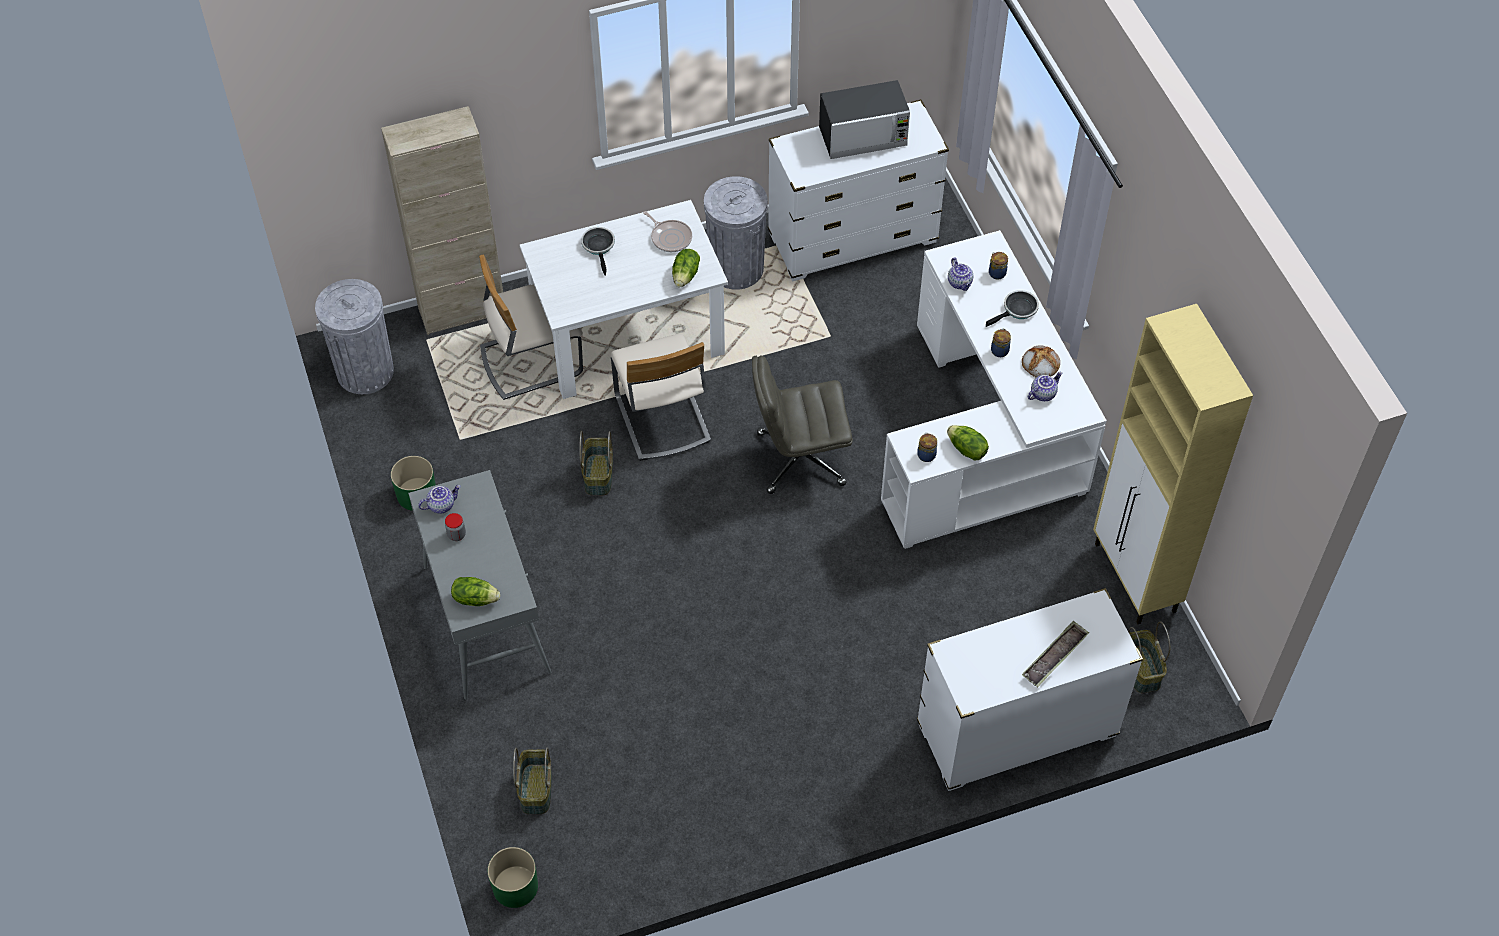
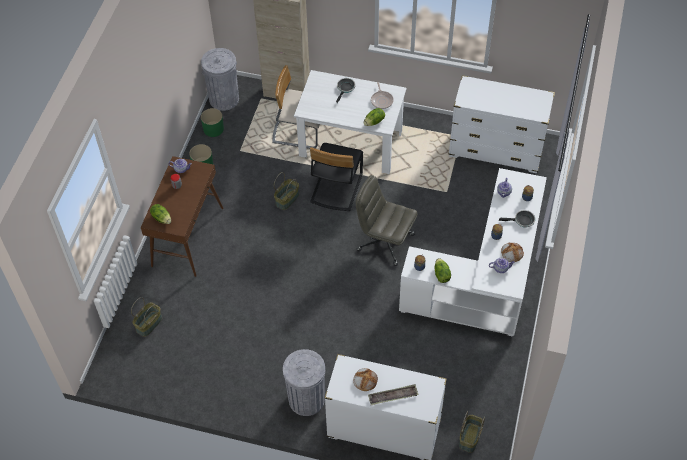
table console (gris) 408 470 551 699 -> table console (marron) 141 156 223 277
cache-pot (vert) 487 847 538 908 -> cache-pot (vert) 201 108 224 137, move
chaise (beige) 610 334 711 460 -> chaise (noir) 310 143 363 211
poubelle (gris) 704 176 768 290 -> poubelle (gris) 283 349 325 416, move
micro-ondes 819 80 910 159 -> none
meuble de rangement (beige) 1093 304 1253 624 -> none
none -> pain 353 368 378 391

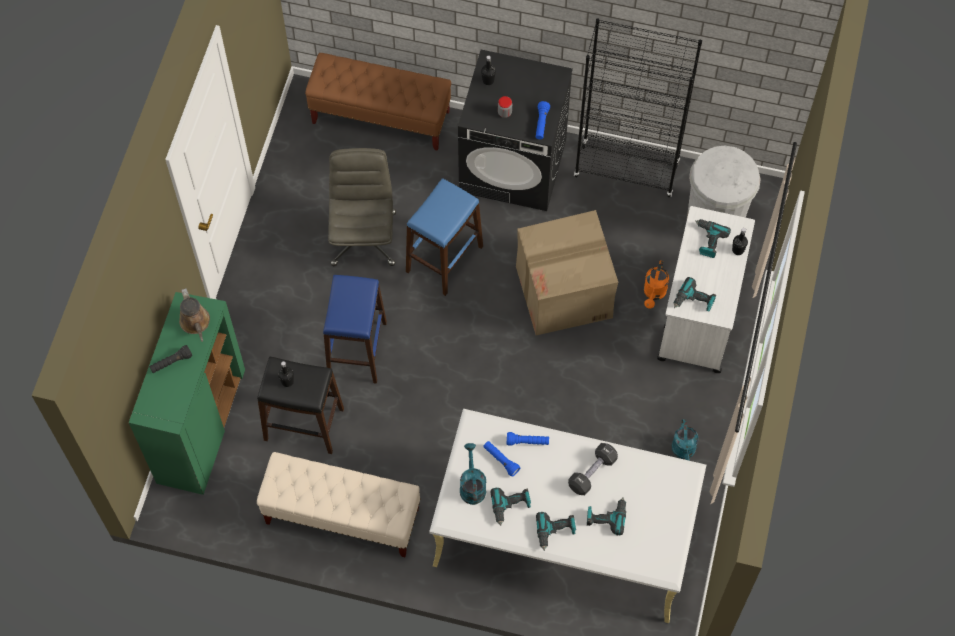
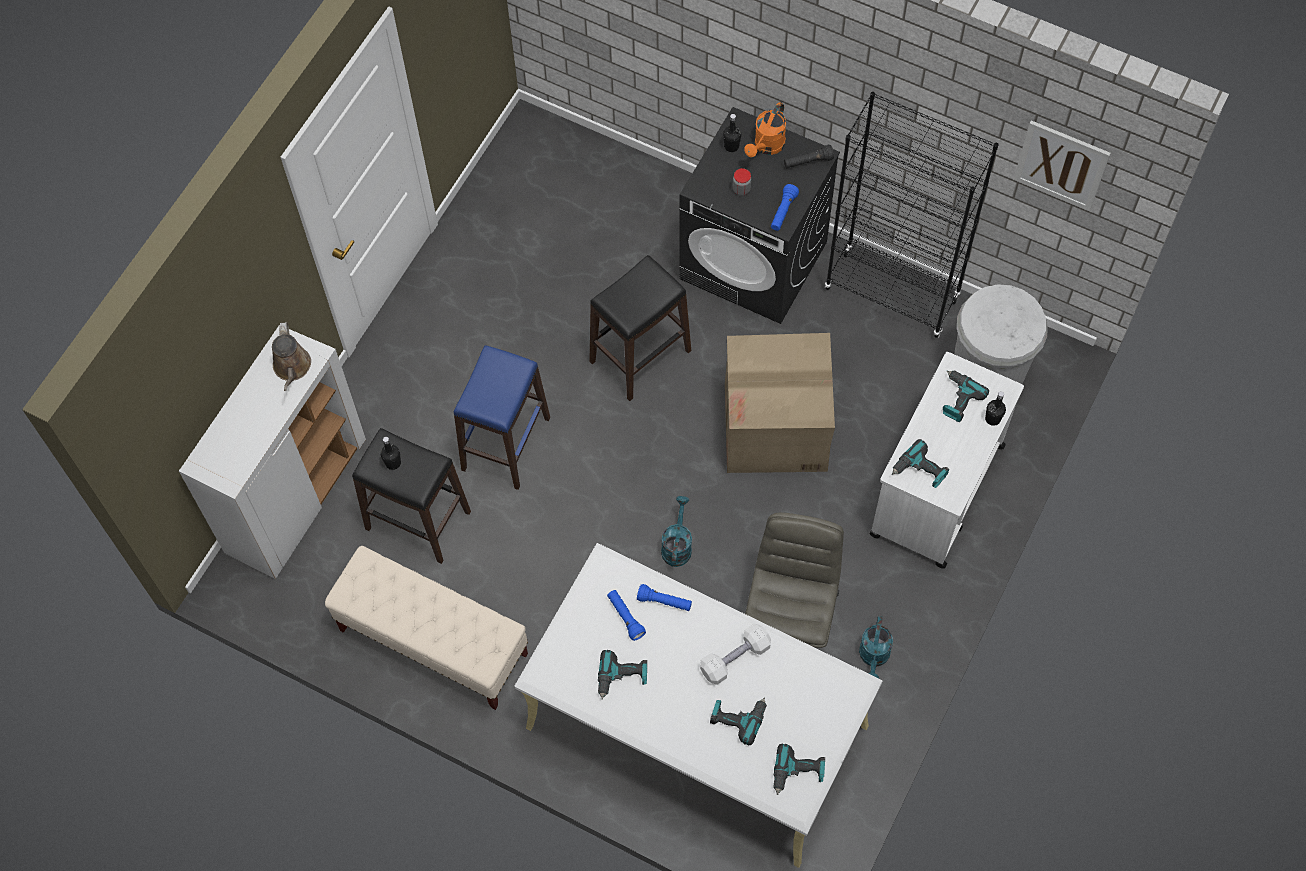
meuble de rangement (vert) 129 292 245 495 -> meuble de rangement (blanc) 179 325 366 579
lampe de poche (noir) 149 345 192 373 -> lampe de poche (noir) 784 145 834 168, move
banc (marron) 305 53 451 151 -> none
chaise de bureau (gris) 328 148 396 266 -> chaise de bureau (gris) 745 513 844 648, move
tabouret (bleu) 406 178 483 296 -> tabouret (noir) 589 255 691 401
arrosoir (turquoise) 460 443 486 505 -> arrosoir (turquoise) 661 496 692 567, move
perceuse 536 512 576 551 -> perceuse 773 744 825 795, move
haltère (noir) 568 443 618 495 -> haltère (blanc) 700 623 771 685
arrosoir (orange) 644 261 669 309 -> arrosoir (orange) 744 102 786 157, move
none -> tableau 1014 120 1110 211

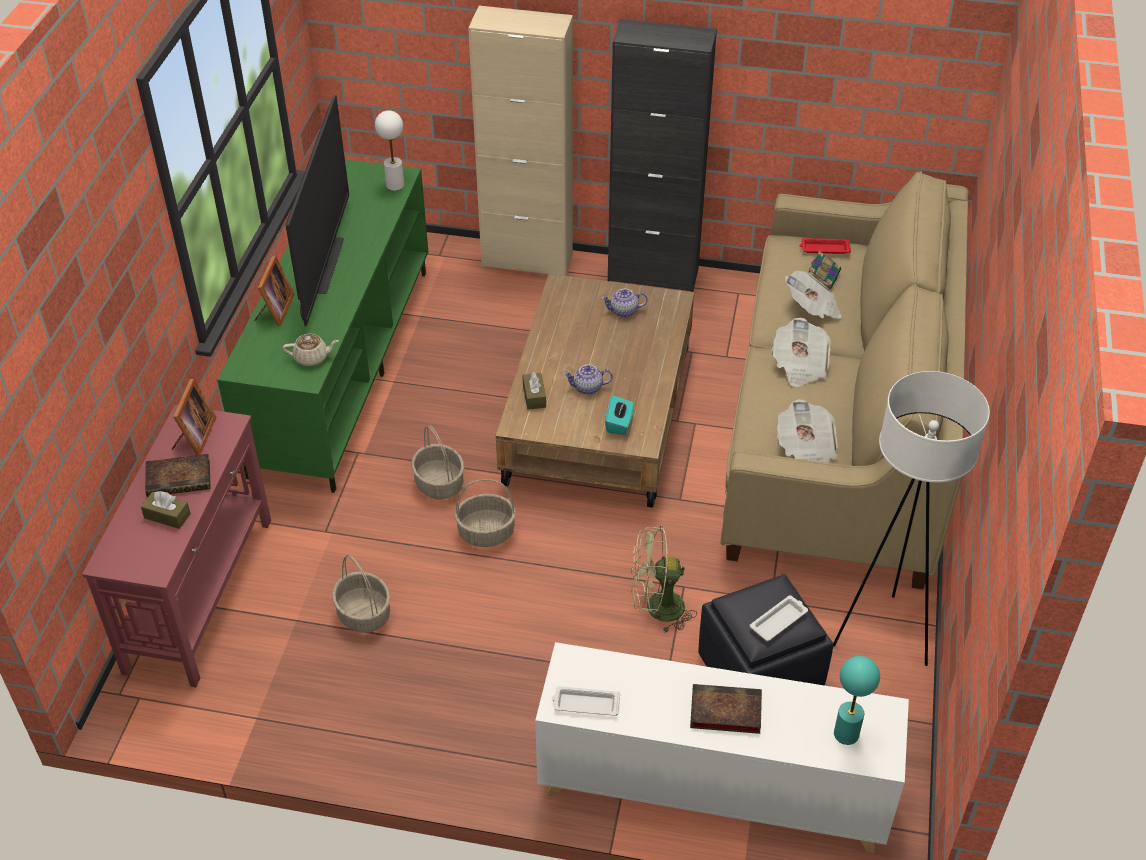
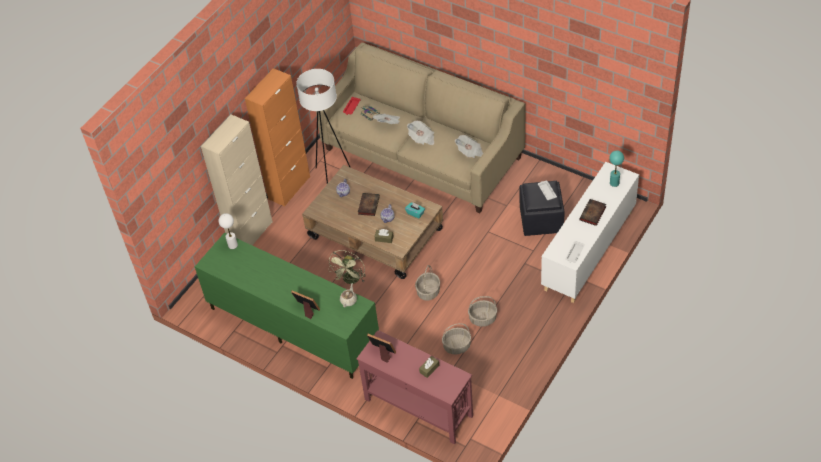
livre 145 454 210 497 -> livre 358 193 380 216, move
téléviseur 286 95 349 326 -> none
panier 412 425 464 499 -> panier 468 296 497 327, move
meuble de rangement (noir) 608 19 717 292 -> meuble de rangement (orange) 245 68 310 206
ventilateur (vert) 631 526 697 634 -> ventilateur (vert) 328 250 366 284, move
lampadaire (blanc) 833 371 990 666 -> lampadaire (blanc) 296 69 351 184, move

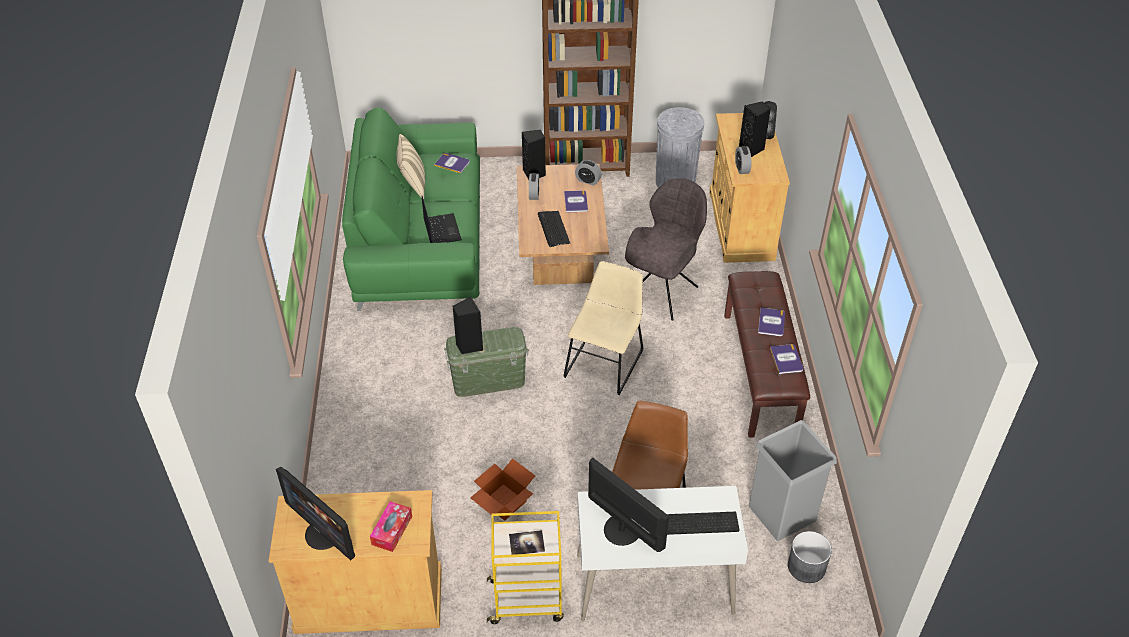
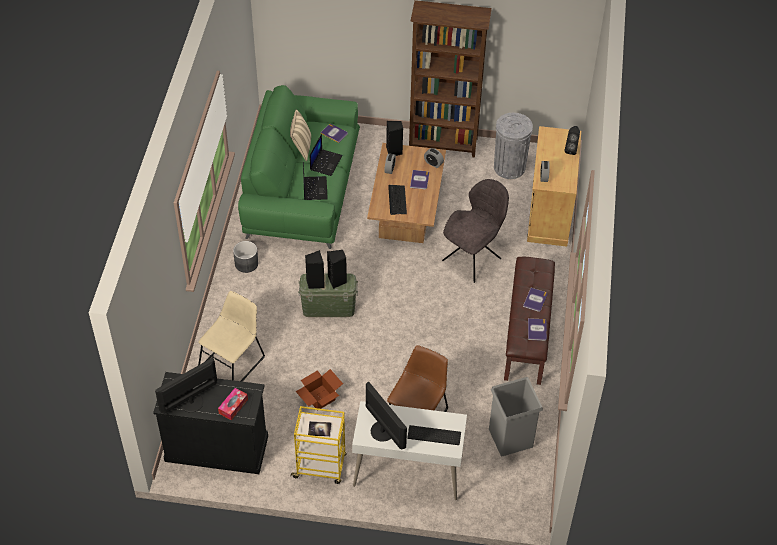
meuble de rangement (beige) 269 490 442 634 -> meuble de rangement (noir) 153 372 268 474
écran d'ordinateur 276 466 355 560 -> écran d'ordinateur 155 358 217 414, 90 degrees clockwise
chaise (beige) 563 261 644 395 -> chaise (beige) 198 291 265 382, move
enceinte (noir) 739 102 771 157 -> enceinte (noir) 327 250 347 289, move
cache-pot (gris) 788 531 832 583 -> cache-pot (gris) 233 241 258 273, move
none -> ordinateur portable 310 134 342 176

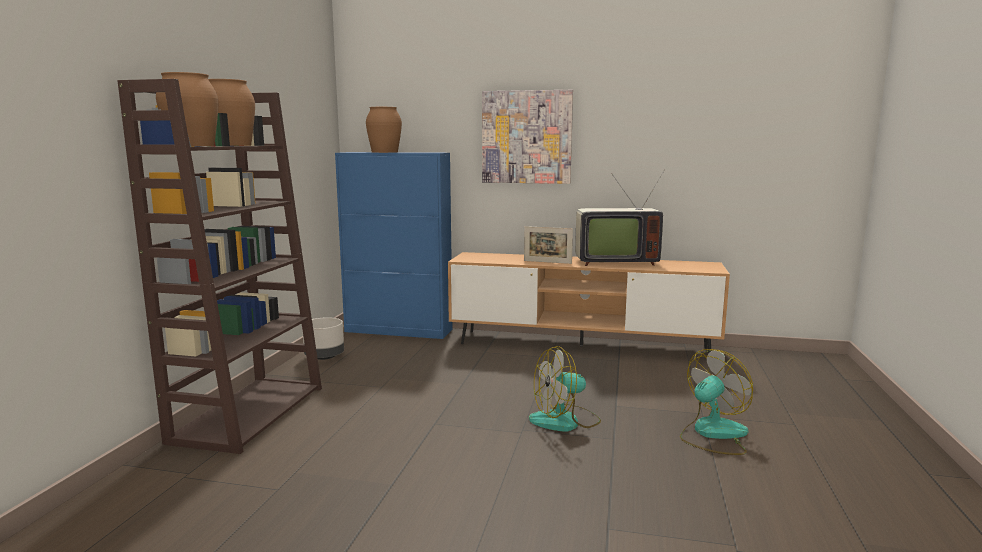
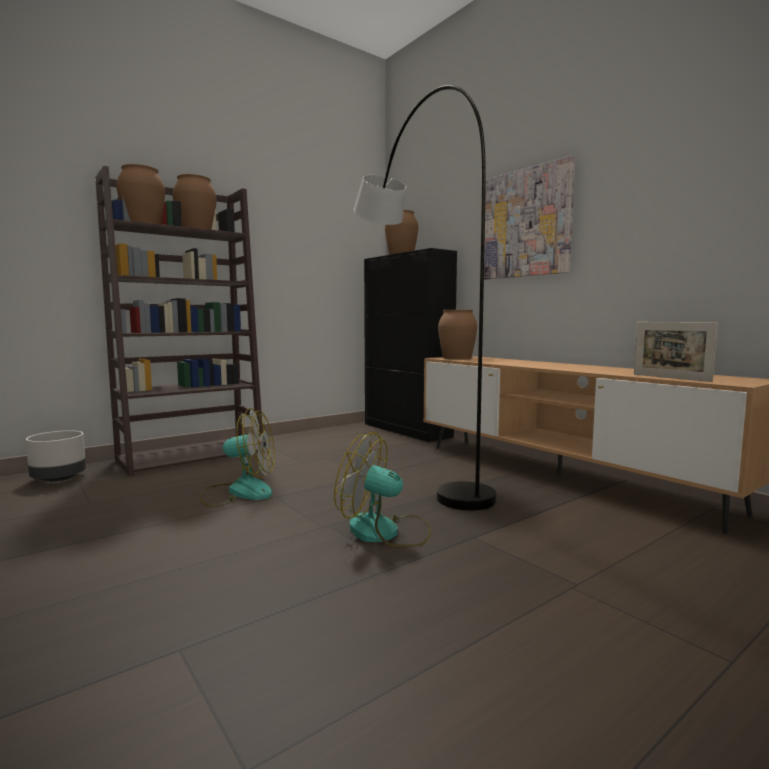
cache-pot (gris) 303 317 344 360 -> cache-pot (gris) 26 430 86 482, move
meuble de rangement (bleu) 335 152 453 339 -> meuble de rangement (noir) 364 248 457 442
cadre photo 524 226 573 264 -> cadre photo 634 322 718 382, move
téléviseur 575 170 665 266 -> none
ventilateur 680 349 753 455 -> ventilateur 199 408 275 507, move
none -> lampadaire (gris) 354 85 497 510
none -> vase (marron) 438 310 477 359

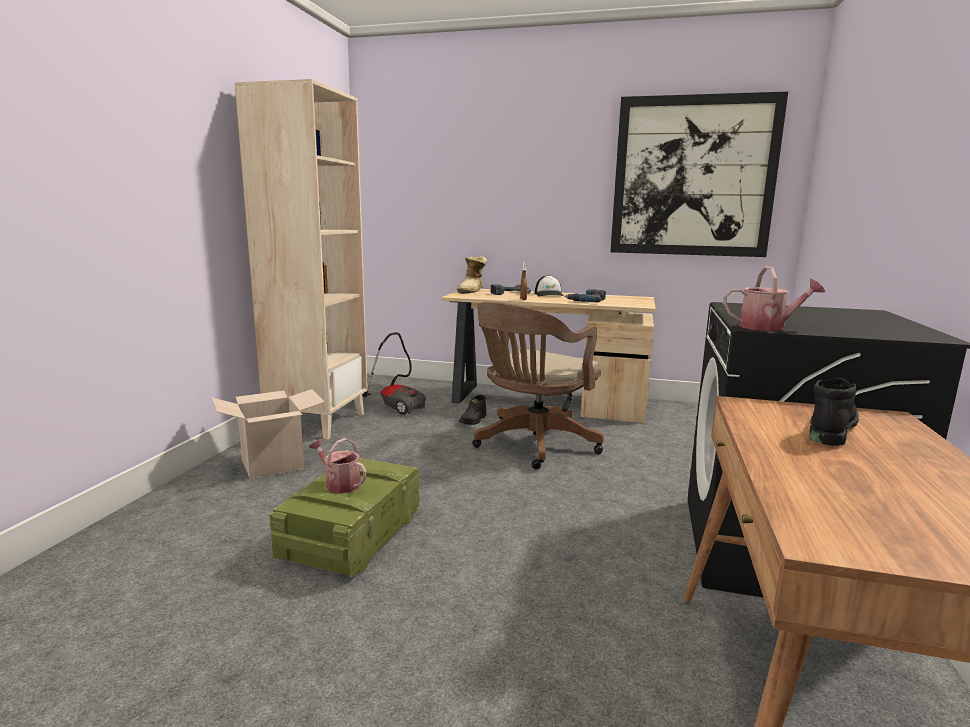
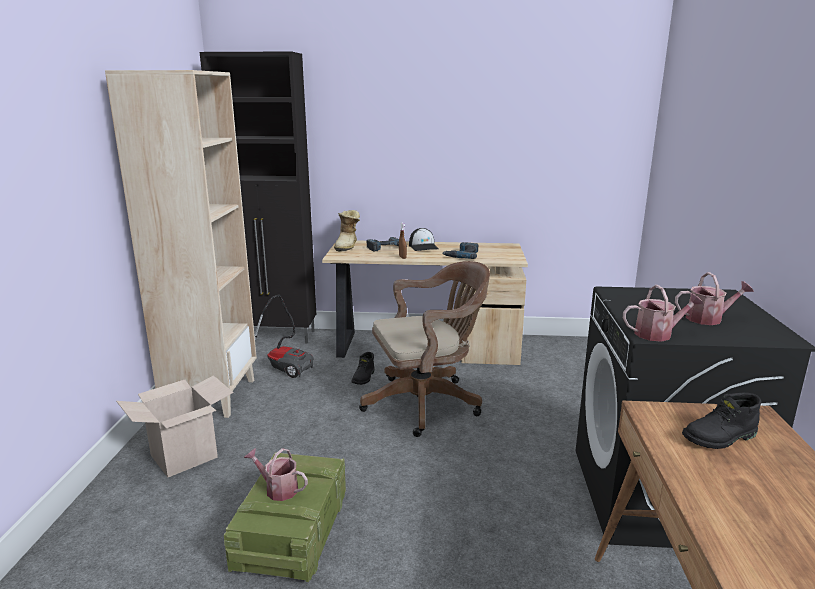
chaise de bureau (marron) 472 302 604 469 -> chaise de bureau (marron) 359 261 490 437, 135 degrees counterclockwise
tableau 610 92 788 257 -> none
botte (noir) 809 378 859 446 -> botte (noir) 682 393 761 449, 135 degrees counterclockwise
none -> meuble de rangement (noir) 200 52 316 344
none -> arrosoir 675 272 754 325

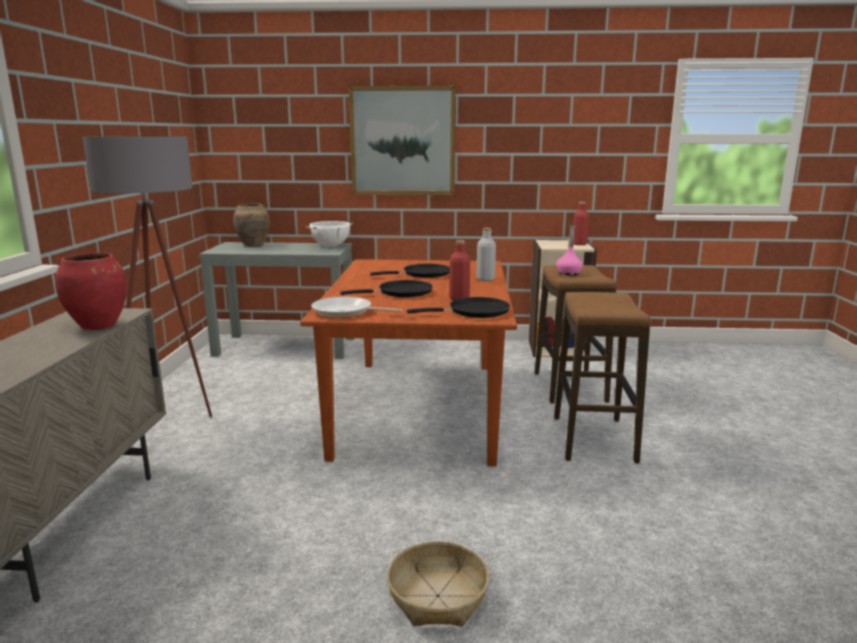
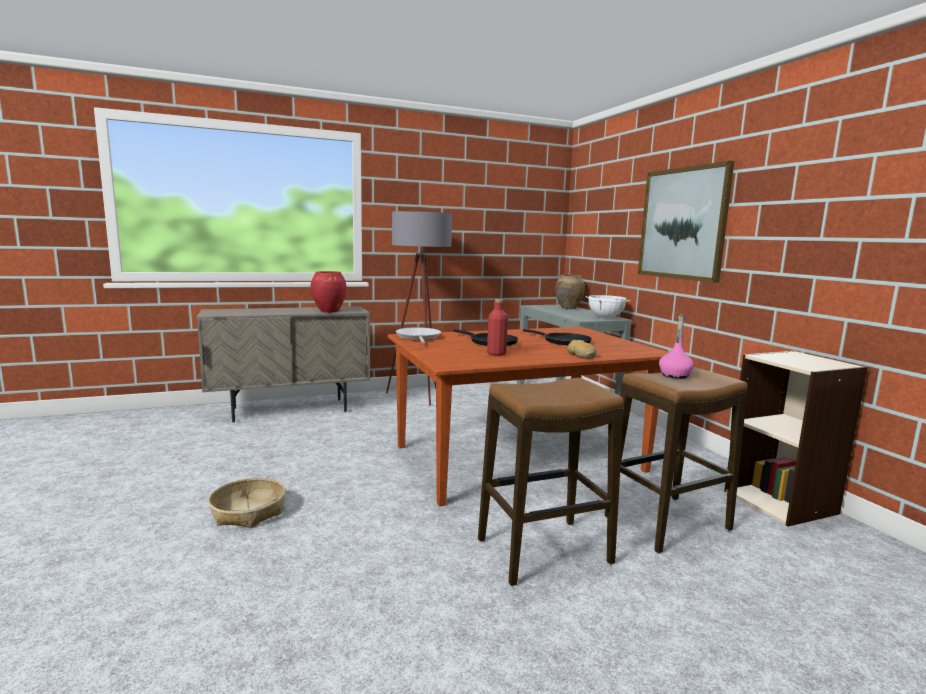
poêle (noir) 407 297 510 318 -> none
bouteille (gris) 476 228 496 281 -> pain 567 340 596 359
bouteille (rouge) 573 202 589 245 -> none

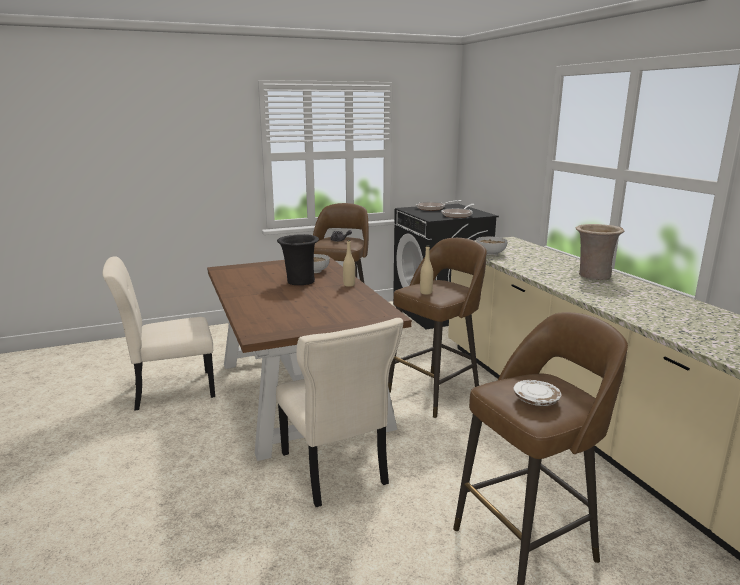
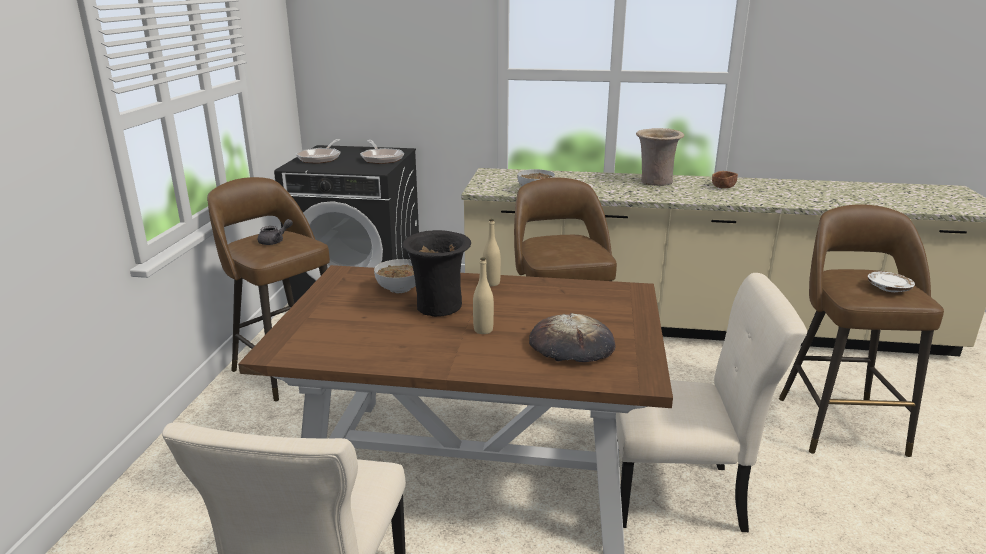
bouteille (beige) 420 245 433 295 -> bouteille (beige) 473 257 494 334, move
none -> pain 529 313 615 362
none -> bol (marron) 712 171 738 188

